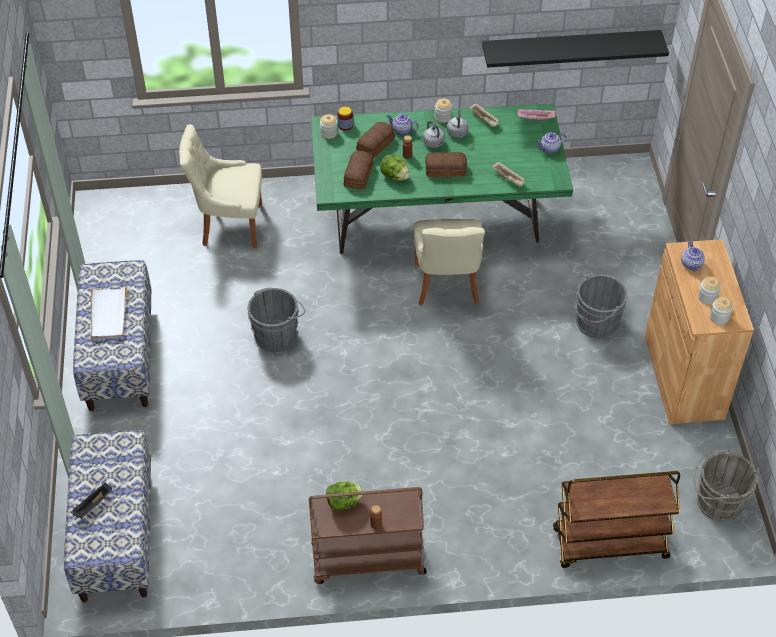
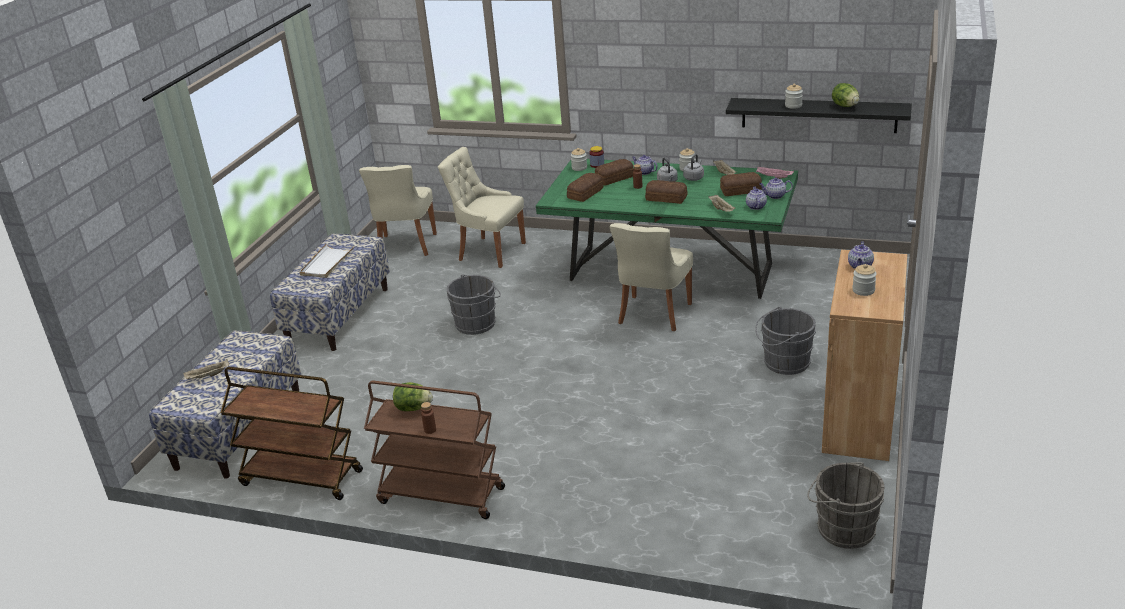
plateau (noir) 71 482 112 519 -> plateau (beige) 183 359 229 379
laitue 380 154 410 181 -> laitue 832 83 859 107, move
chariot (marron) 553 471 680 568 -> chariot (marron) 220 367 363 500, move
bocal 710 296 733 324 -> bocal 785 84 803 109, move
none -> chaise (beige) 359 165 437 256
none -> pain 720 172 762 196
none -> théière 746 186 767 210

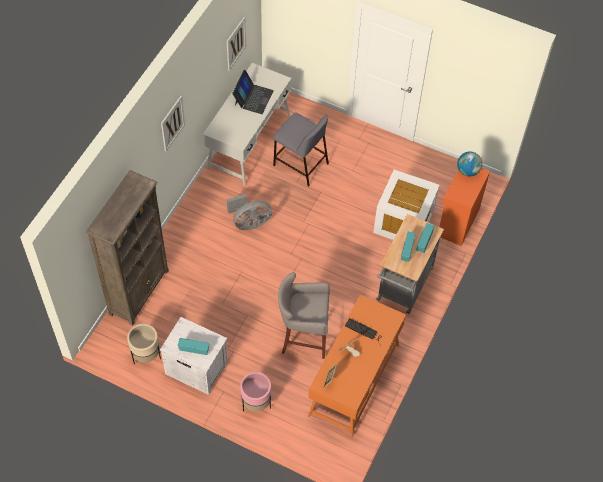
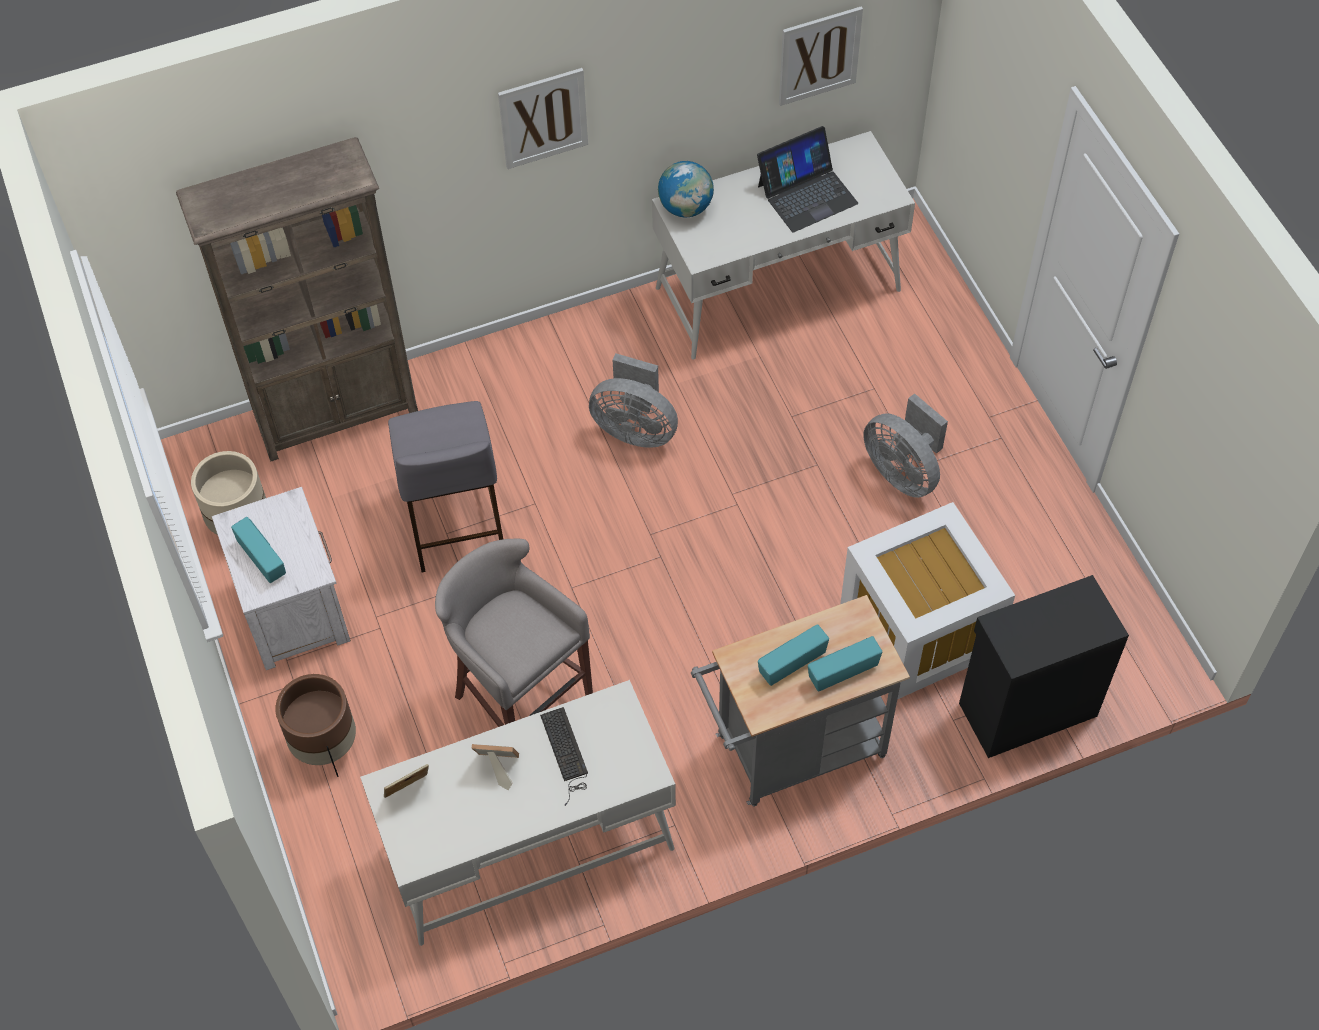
cache-pot (rose) 240 372 271 412 -> cache-pot (marron) 276 674 356 777
tabouret (gris) 273 112 329 187 -> tabouret (gris) 388 401 503 572, move
bureau (orange) 308 295 406 437 -> bureau (blanc) 360 680 676 946
meuble de rangement (orange) 439 168 490 246 -> meuble de rangement (noir) 959 575 1129 758
globe 457 152 482 177 -> globe 658 161 714 217, move
none -> ventilateur (gris) 863 393 948 498

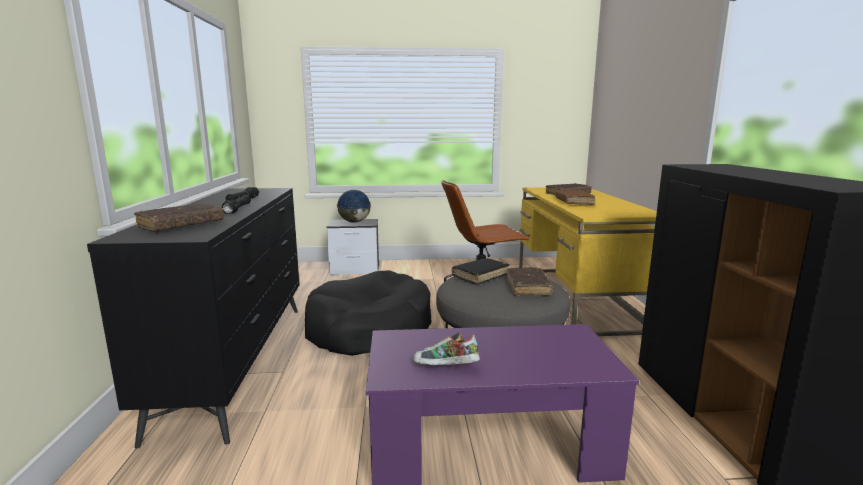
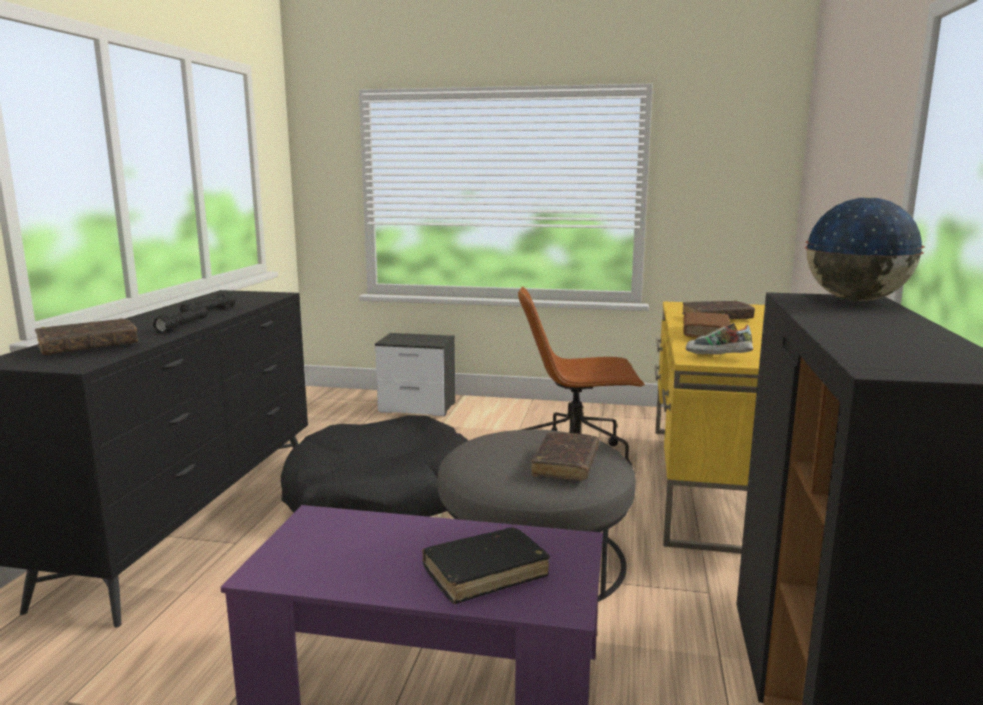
globe 337 190 371 223 -> globe 805 197 924 301, move
chaussure 413 332 480 365 -> chaussure 686 323 753 355, move
livre (noir) 452 258 509 285 -> livre (noir) 422 528 550 604, move

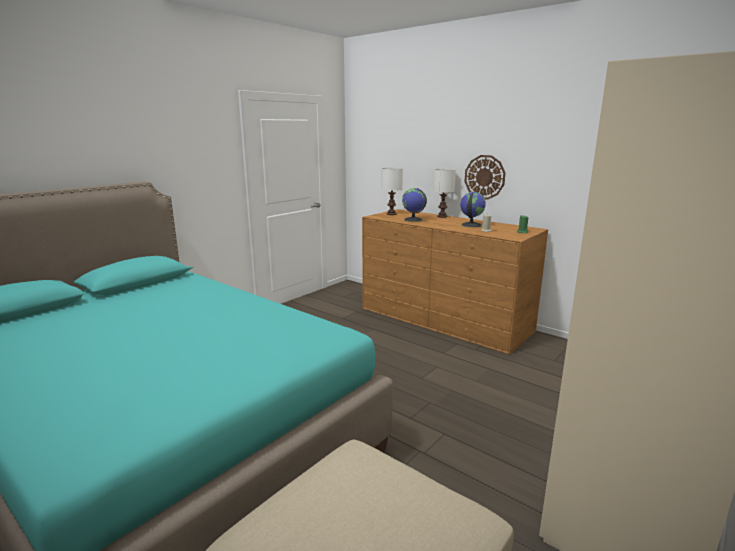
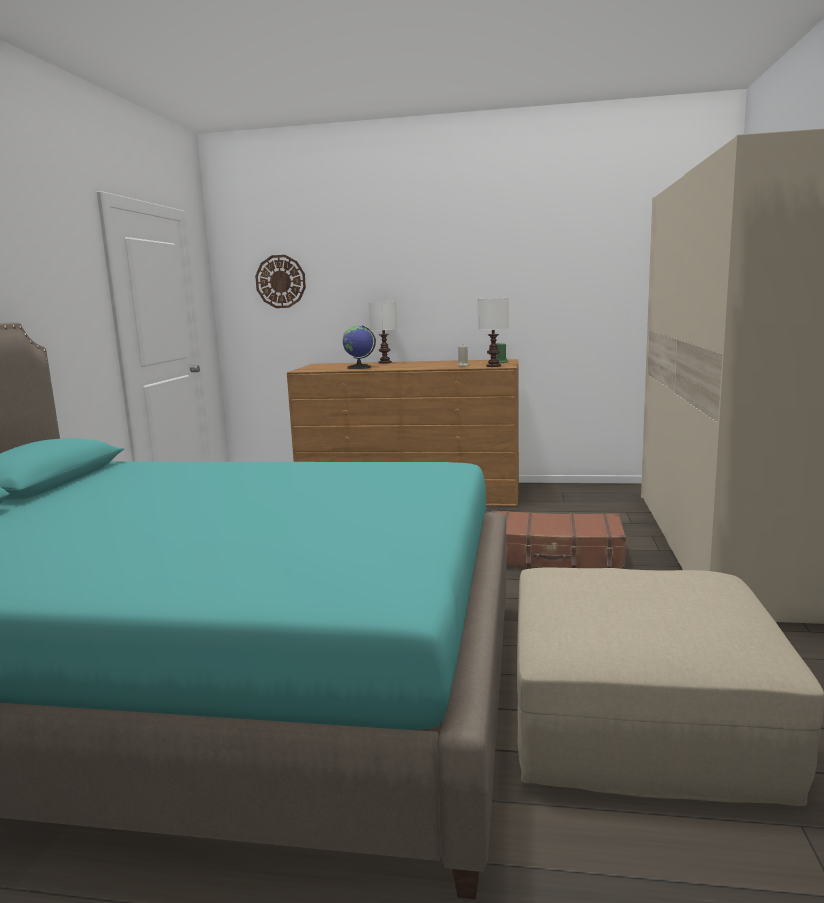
lampe de table (blanc) 382 167 403 215 -> lampe de table (blanc) 477 298 509 367, move
globe 460 192 486 227 -> none
horloge murale 465 155 505 200 -> horloge murale 255 255 306 308, move
none -> valise (marron) 491 510 626 569

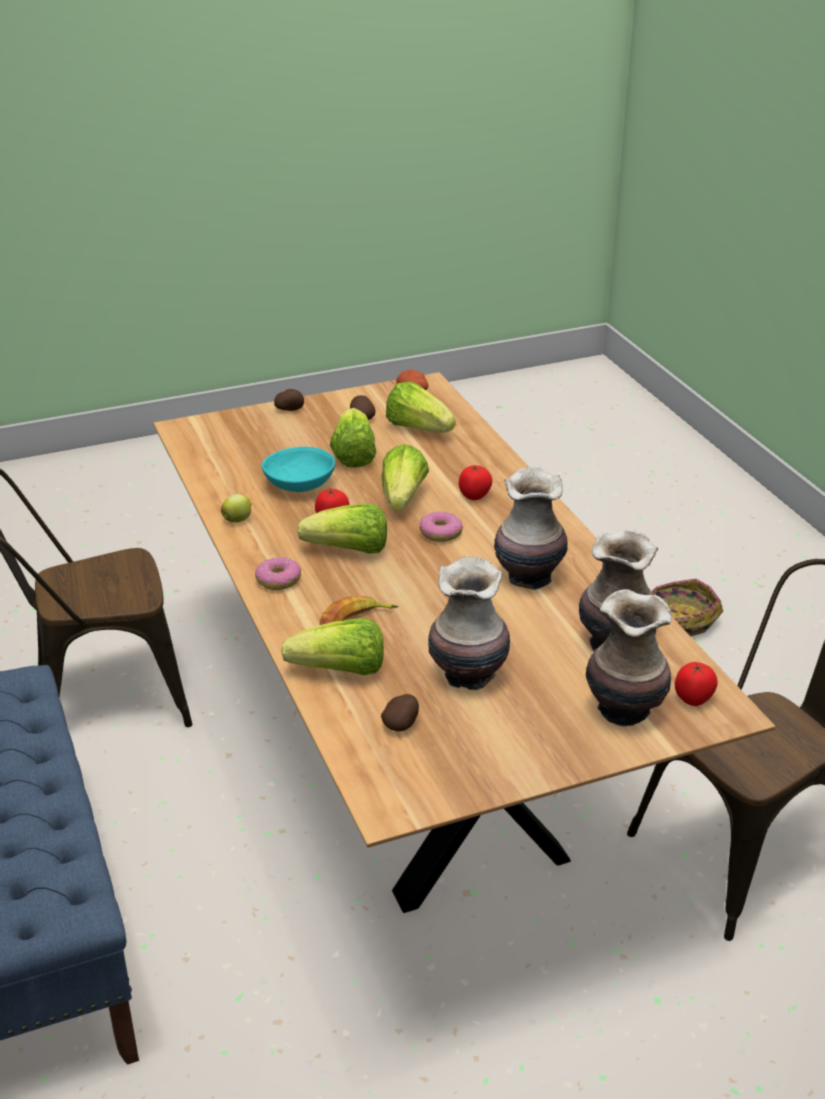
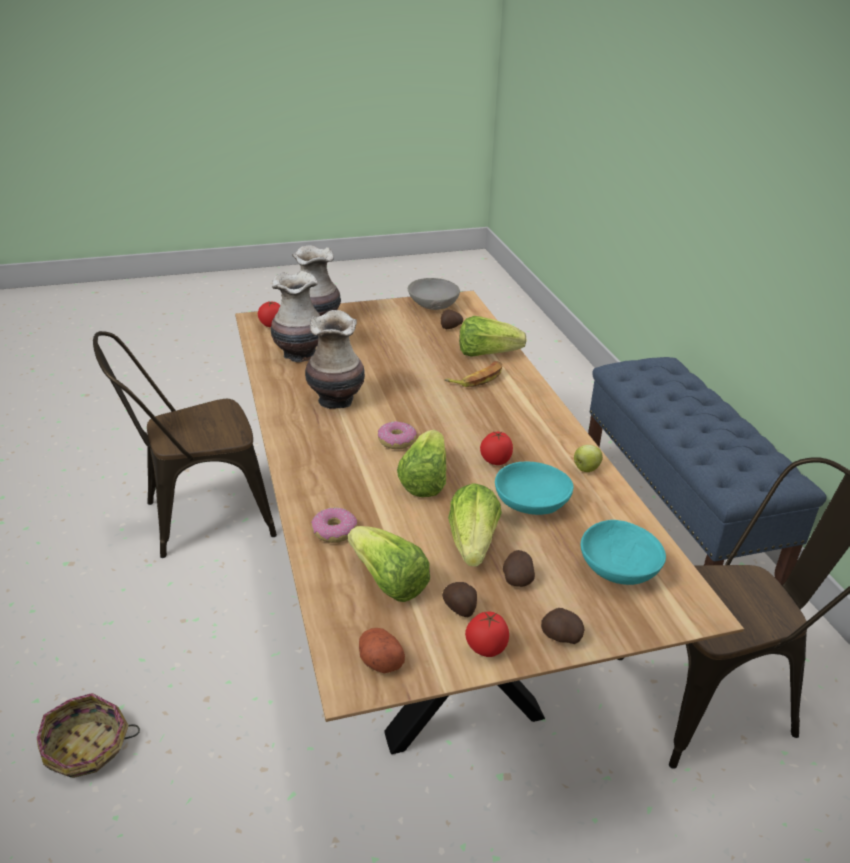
beignet 255 557 301 590 -> beignet 311 508 357 543, move
laitue 297 503 387 554 -> none
vase 428 556 510 690 -> none
tomate 459 465 492 500 -> tomate 465 611 509 657, move
none -> bol (gris) 408 278 460 310
none -> pomme de terre 503 550 535 587
none -> bol (turquoise) 581 520 666 585

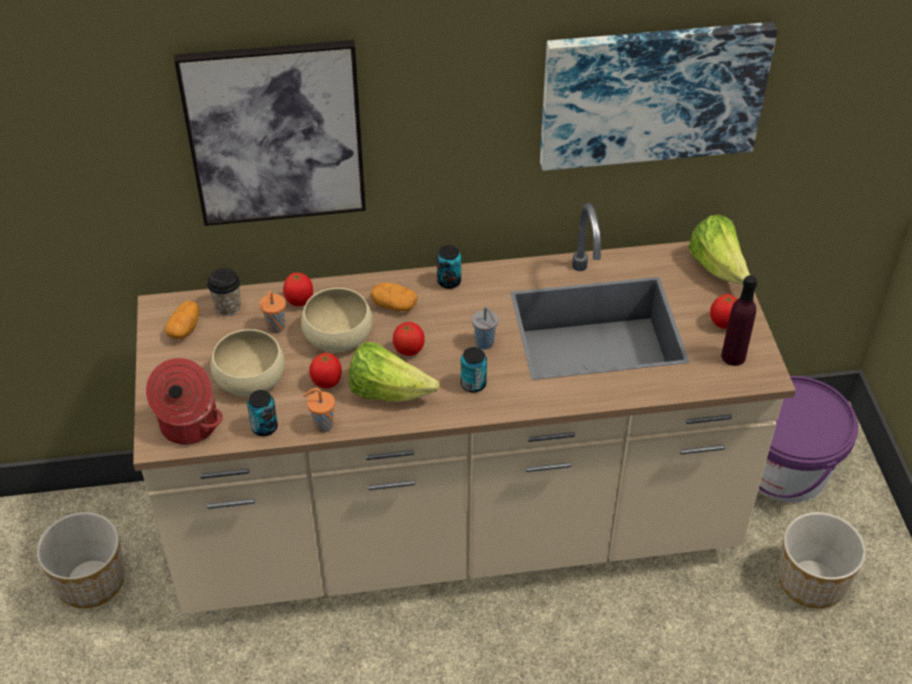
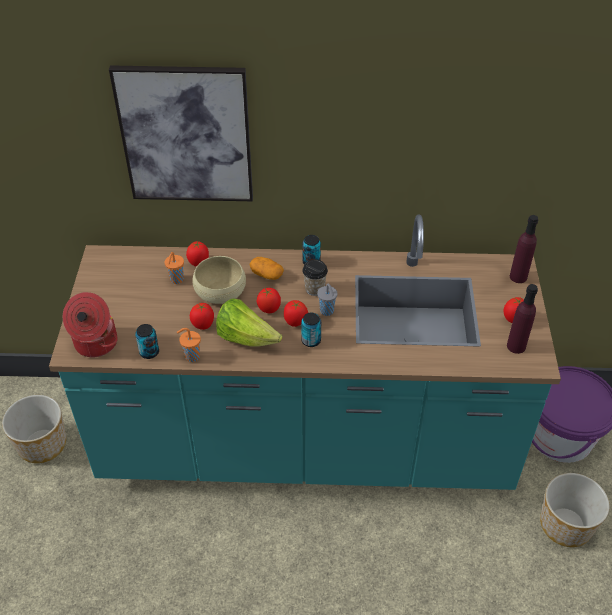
comptoir de cuisine (beige) 133 203 796 614 -> comptoir de cuisine (turquoise) 49 215 561 490
pomme de terre 165 301 199 339 -> none
tasse 207 268 241 316 -> tasse 302 259 328 296, move
bol (beige) 211 329 285 397 -> none
tableau 540 22 778 171 -> none
laitue 688 215 750 285 -> bouteille (violet) 510 215 538 283
none -> tomate 284 300 308 327

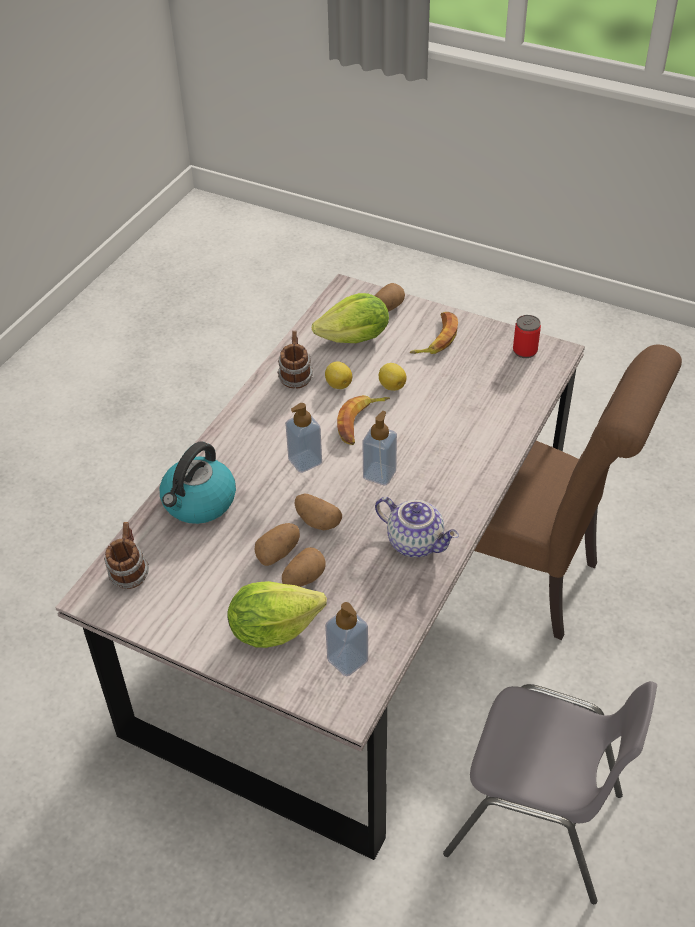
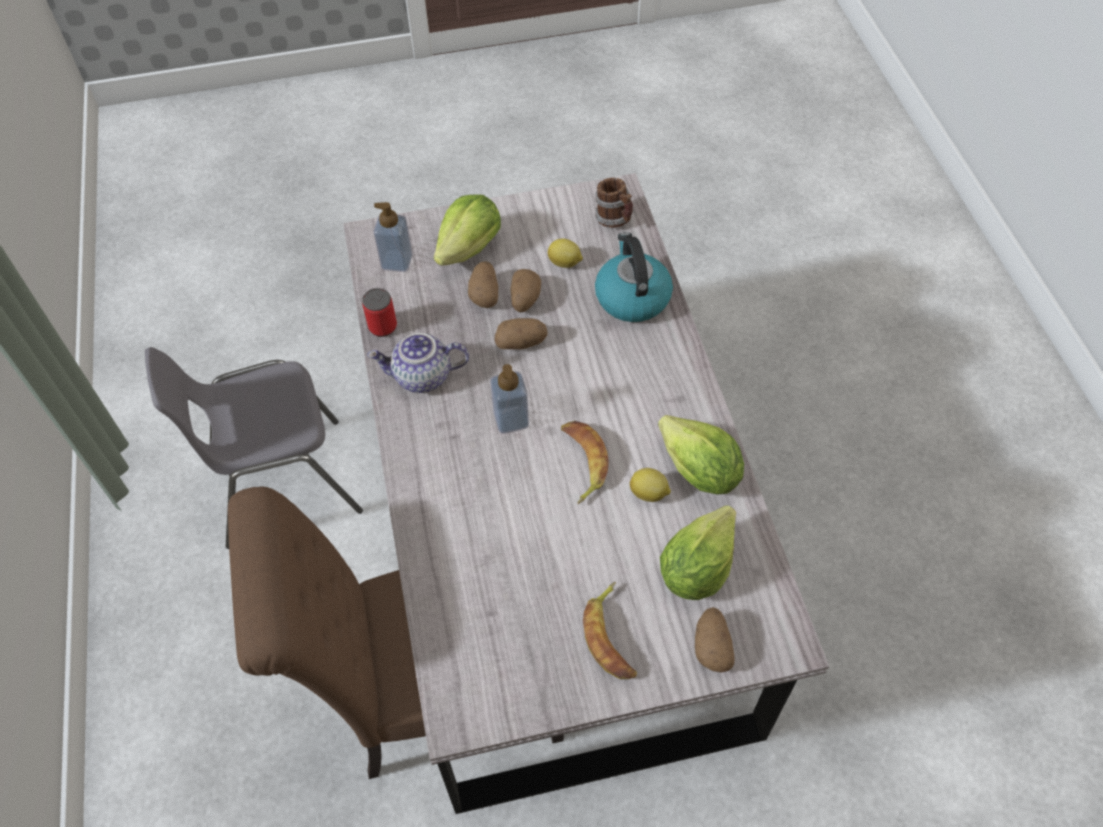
mug 277 331 313 389 -> laitue 658 415 744 495
distributeur de savon 285 403 322 473 -> none
citron 379 363 406 391 -> citron 548 239 583 268, move
boîte métallique 513 315 541 358 -> boîte métallique 362 288 397 337, move

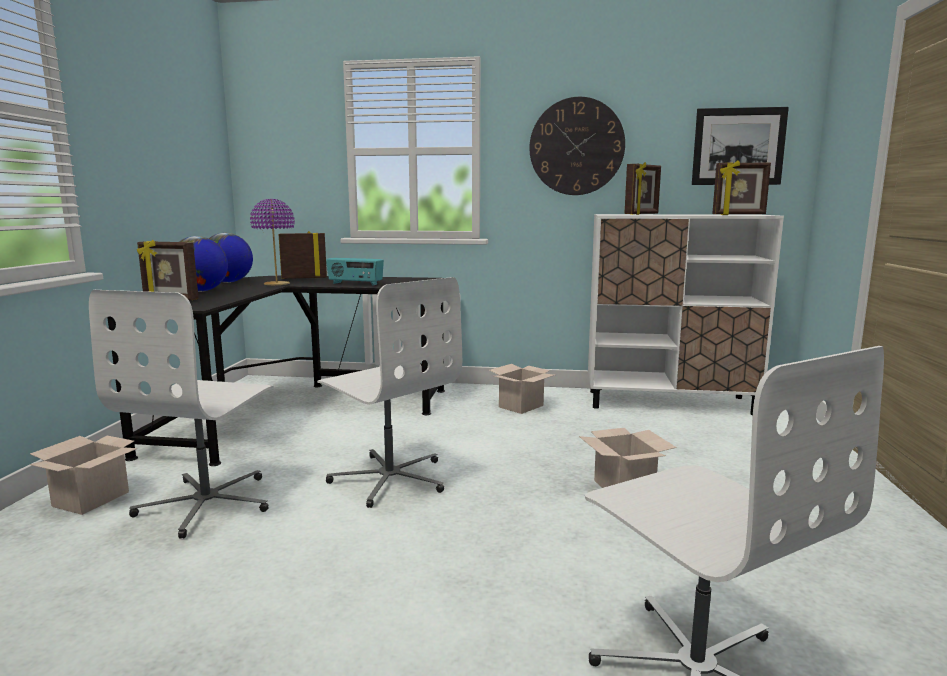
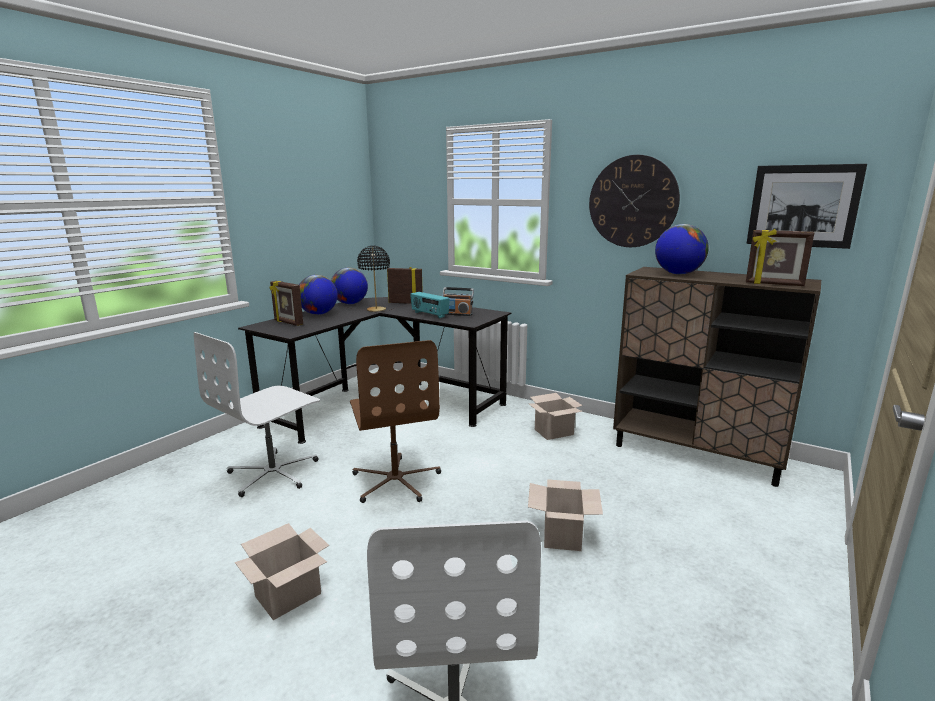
carton 29 436 138 515 -> carton 235 523 329 620, move
lampe de table (violet) 250 199 295 285 -> lampe de table (noir) 357 246 390 312
chaise de bureau (blanc) 317 277 462 508 -> chaise de bureau (marron) 350 340 441 503
meuble de rangement (blanc) 588 214 784 415 -> meuble de rangement (marron) 613 267 821 487
cadre photo 624 162 661 215 -> globe 655 224 709 275
none -> radio 442 287 474 316

